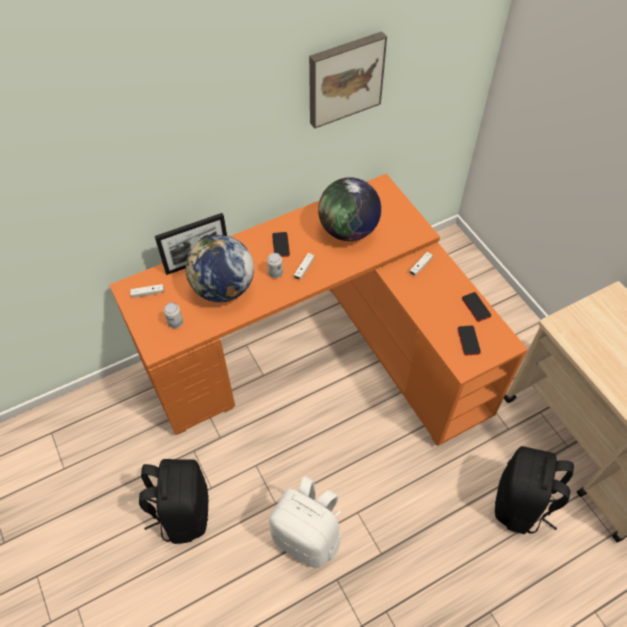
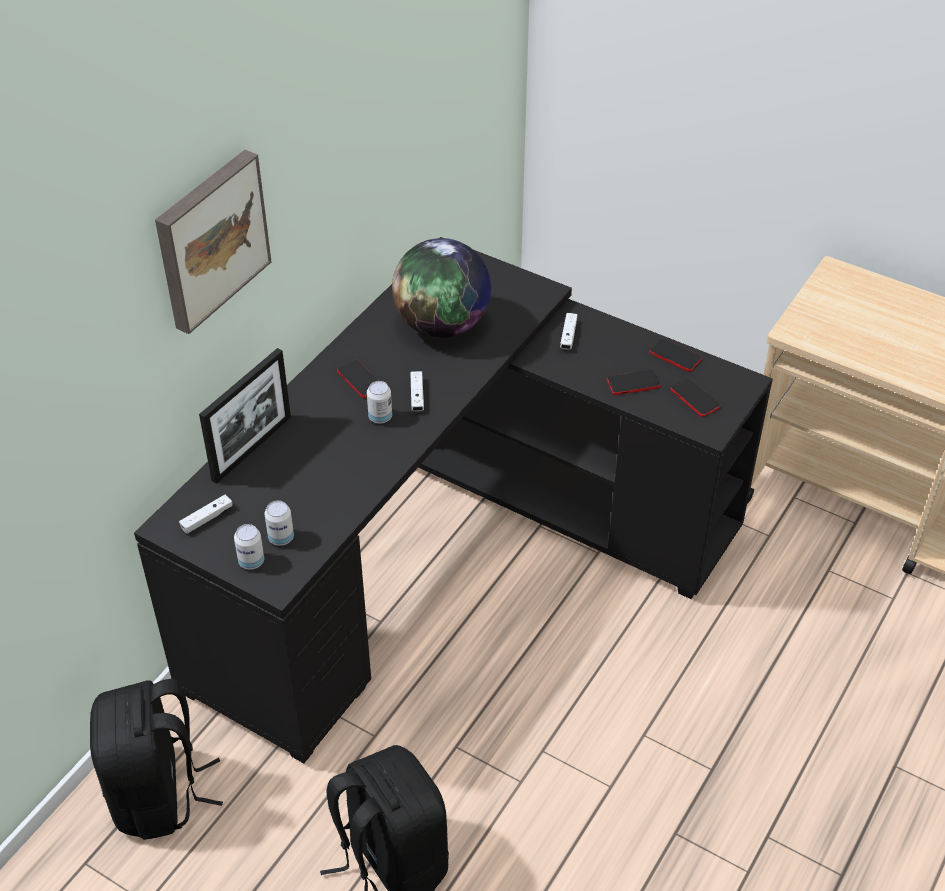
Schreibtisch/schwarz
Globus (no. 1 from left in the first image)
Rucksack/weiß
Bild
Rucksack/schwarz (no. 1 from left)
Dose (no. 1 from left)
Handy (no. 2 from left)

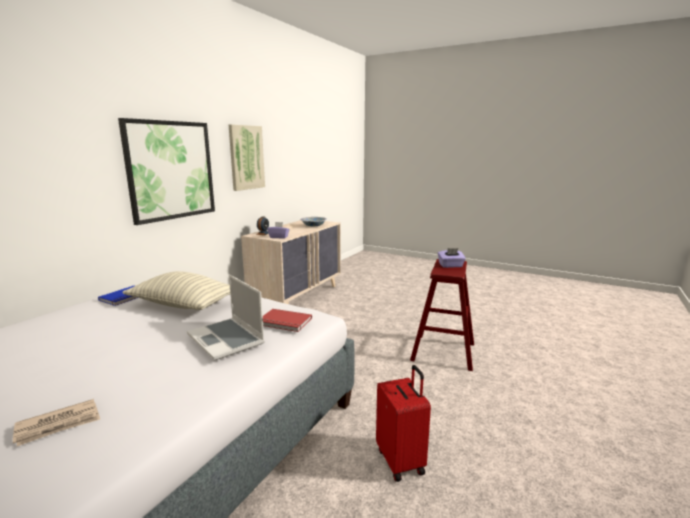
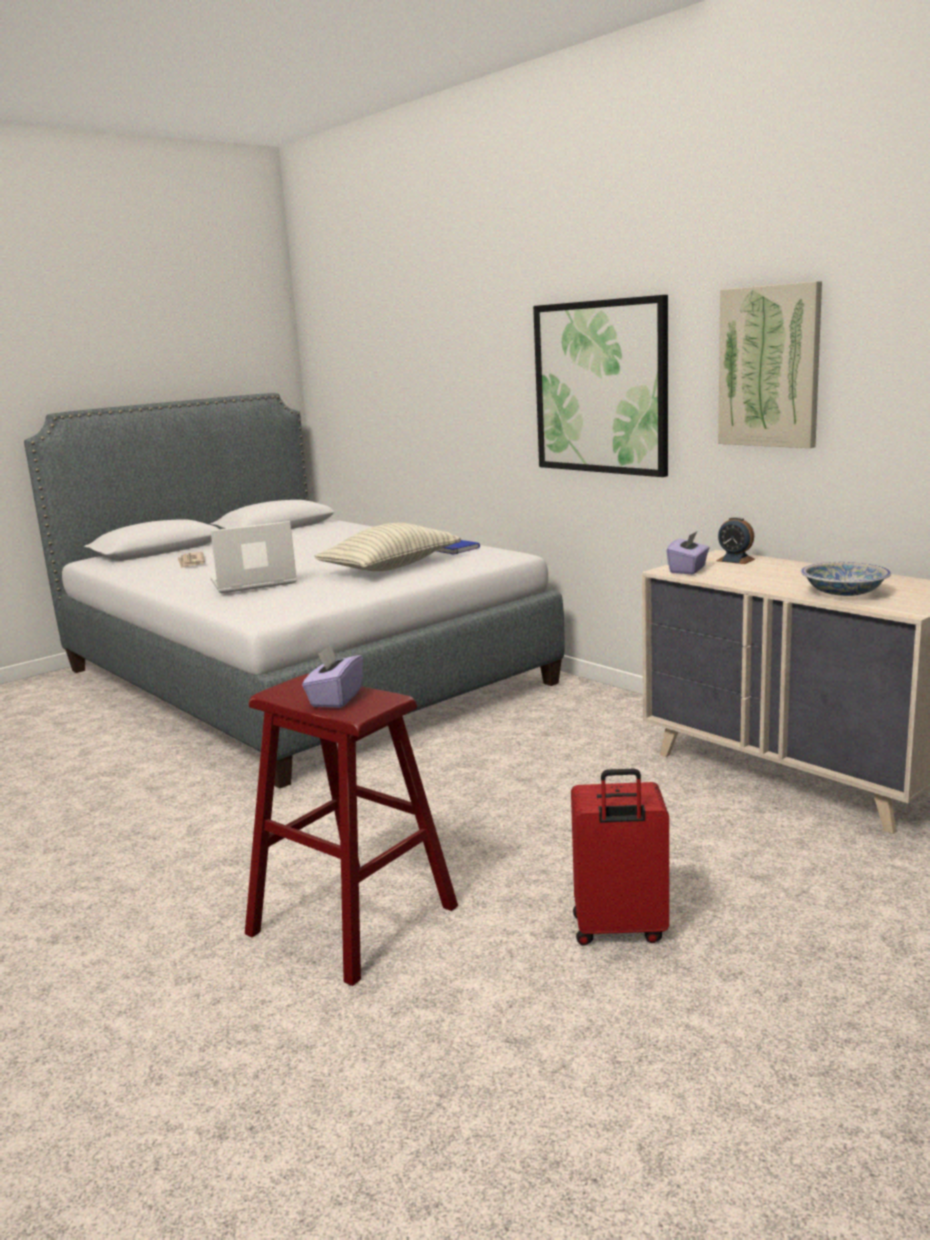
Buch/rot
Koffer/rot

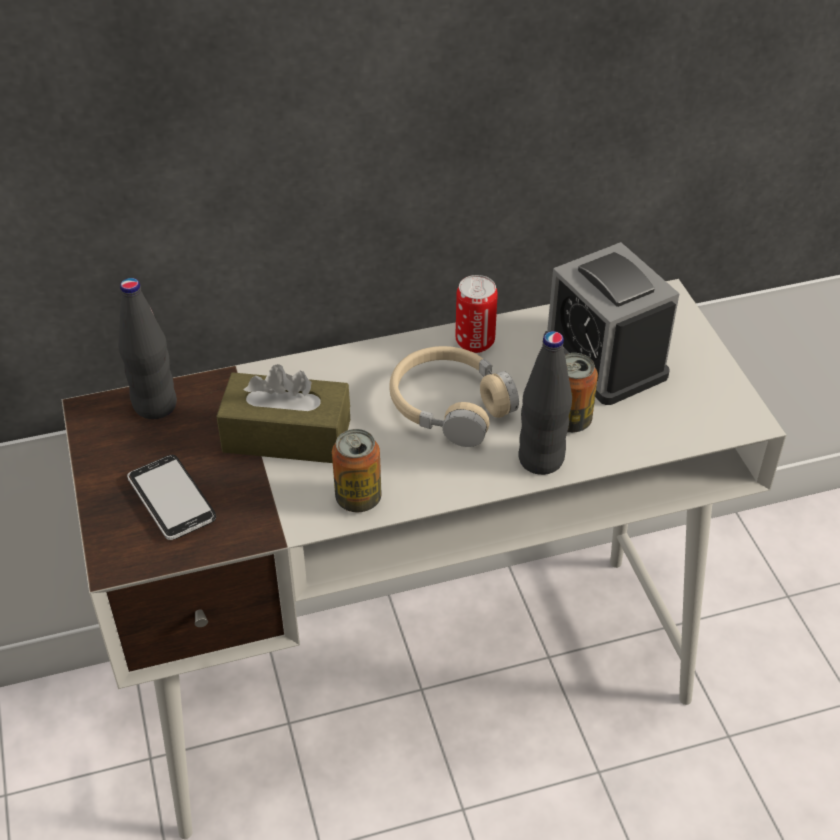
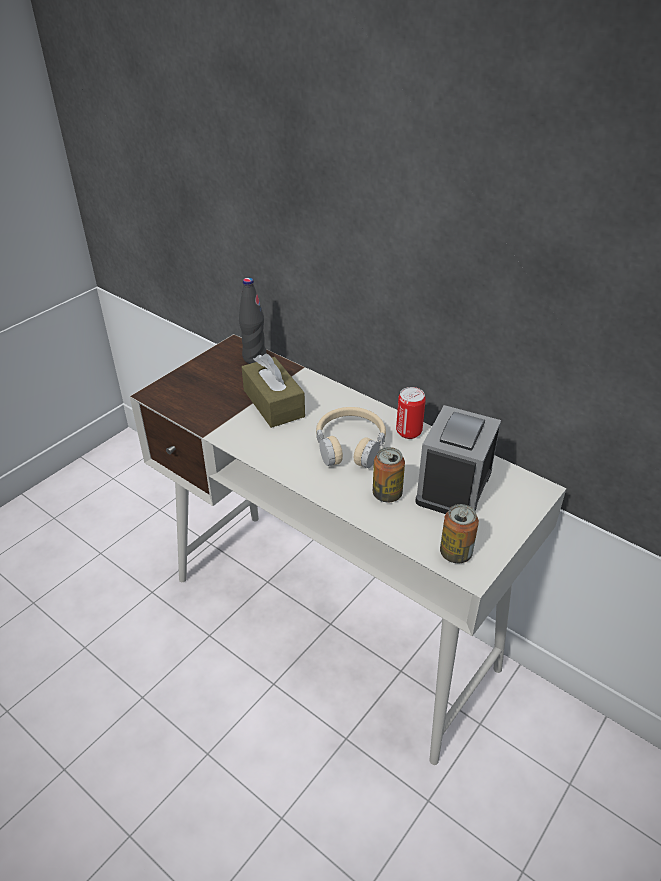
Handy
Dose (no. 3 from left)
Flasche/schwarz (no. 2 from left in the first image)

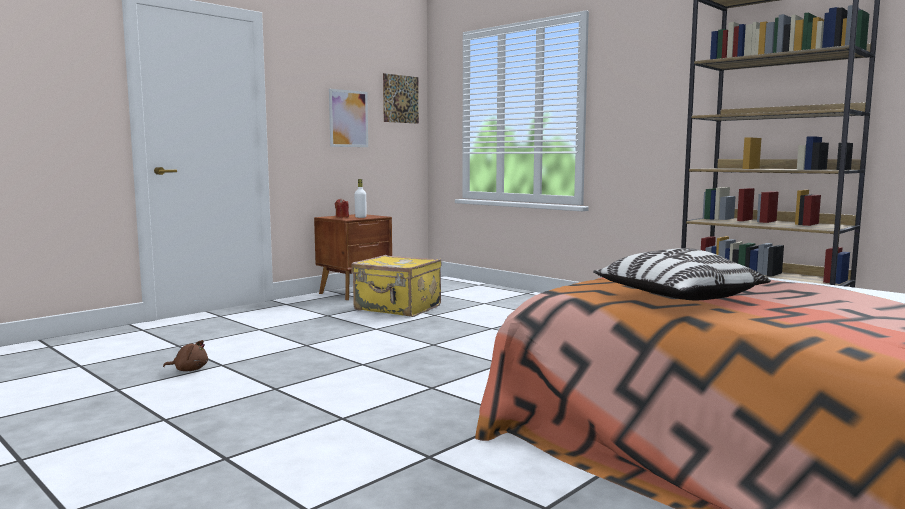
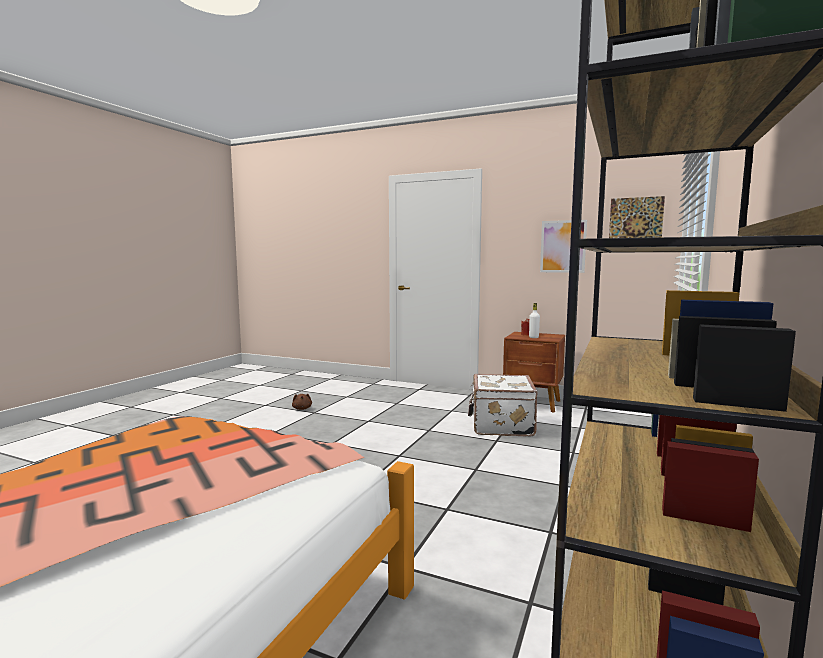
Koffer/weiß
Kissen

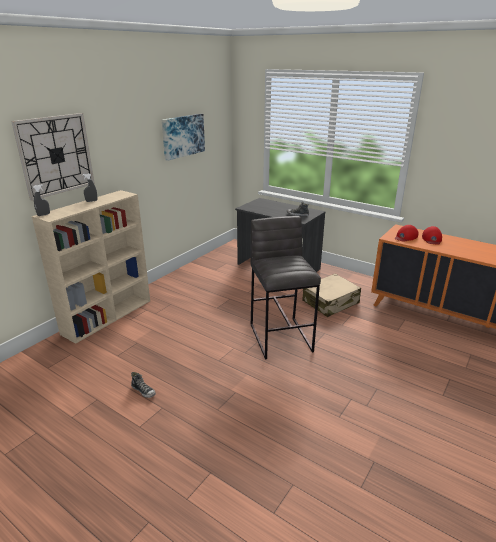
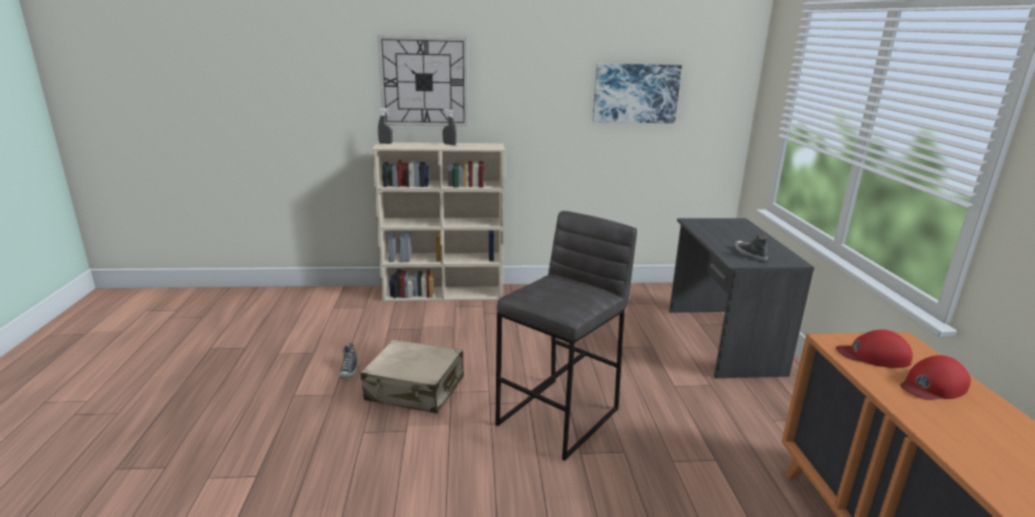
Koffer/beige

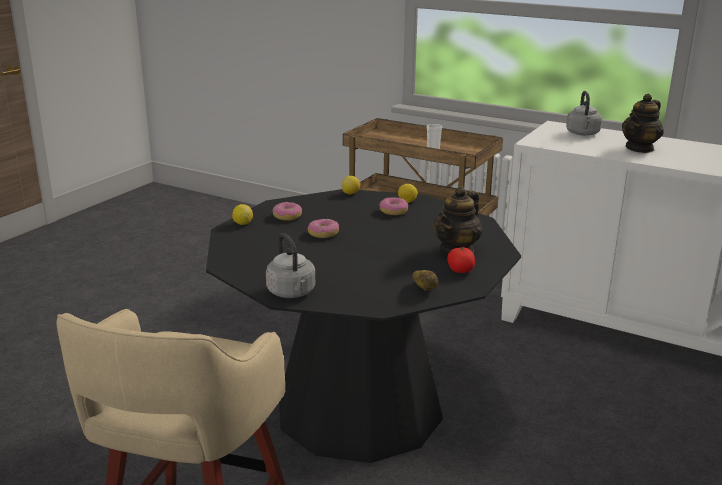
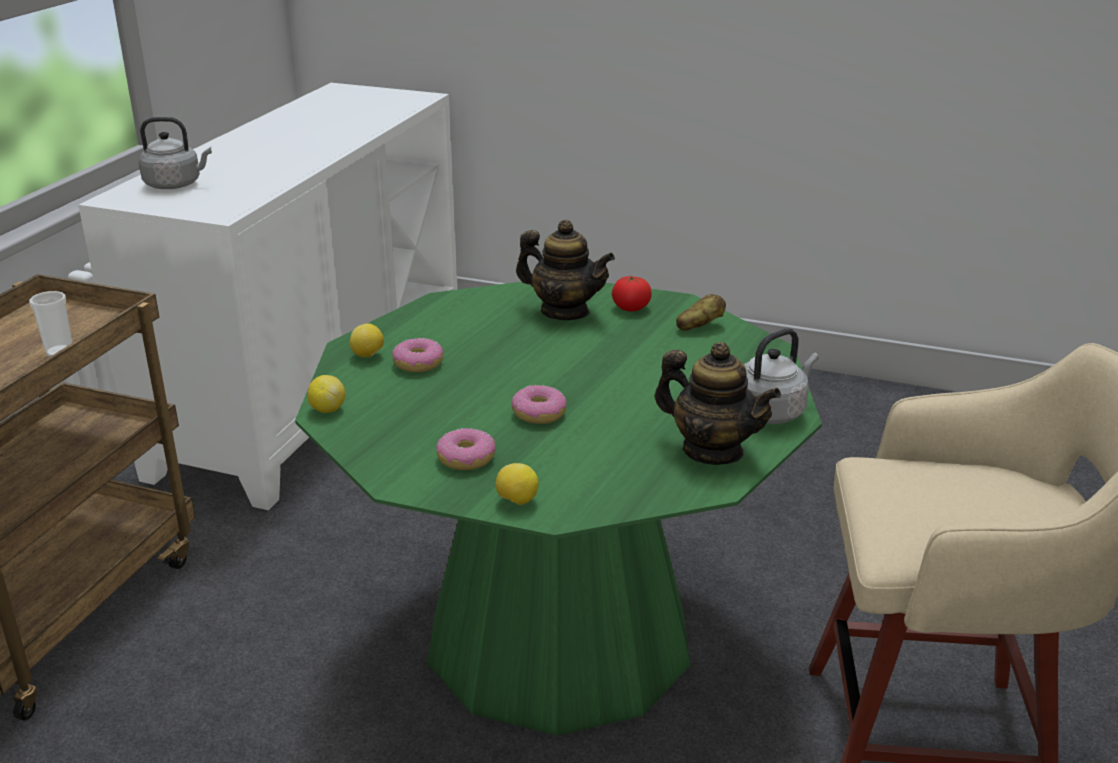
Esstisch/grün
Teekanne (no. 2 from left)

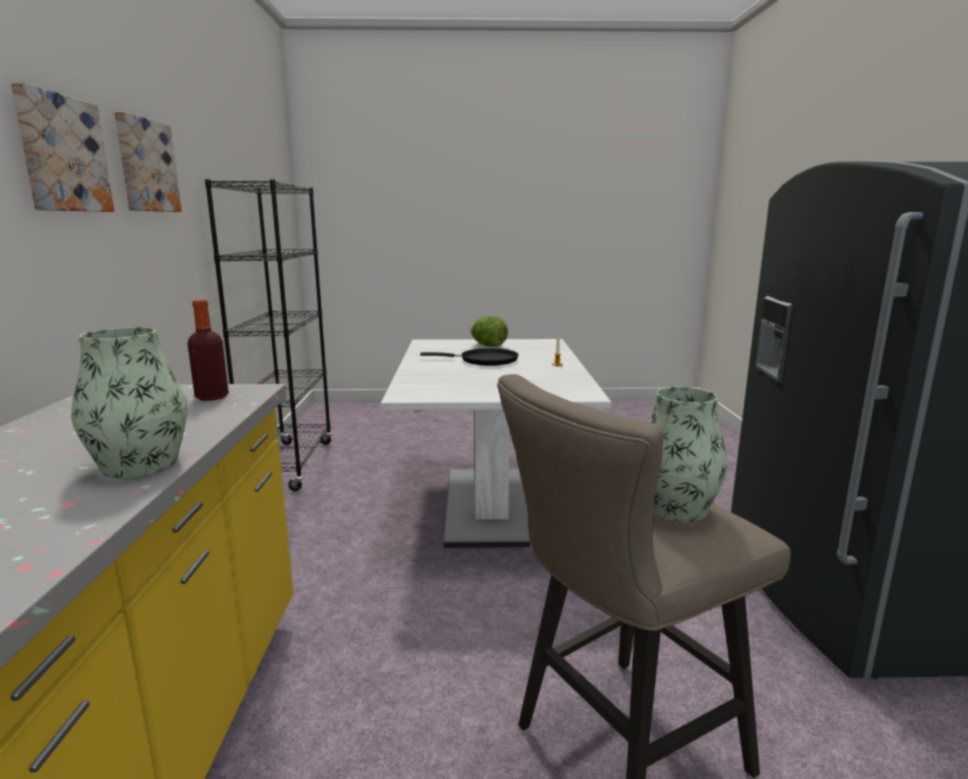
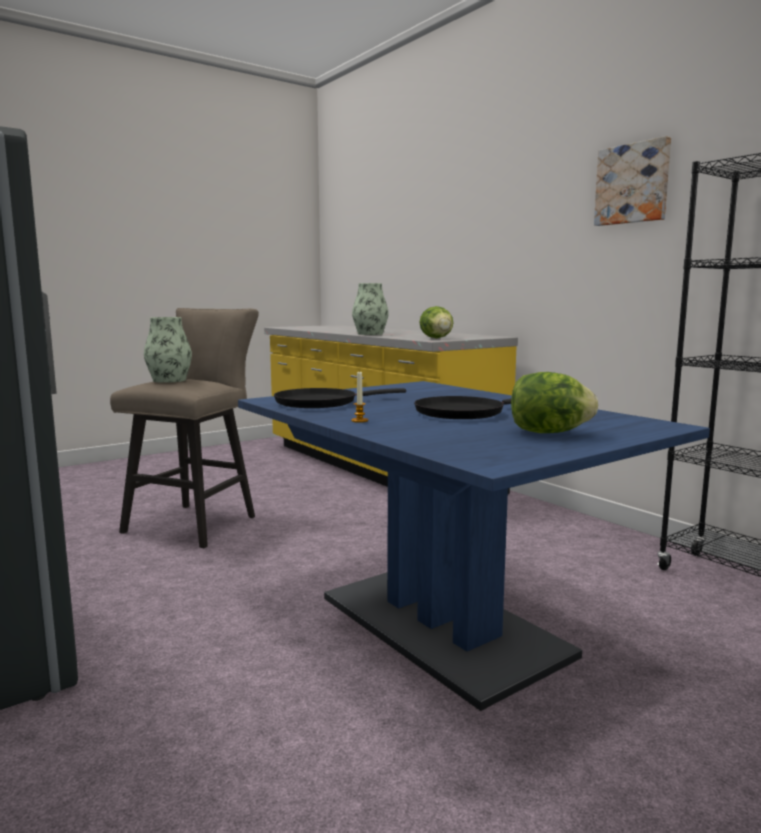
Bild (no. 1 from left in the first image)
Salatkopf (no. 1 from left)
Esstisch/blau
Pfanne/schwarz (no. 1 from left)

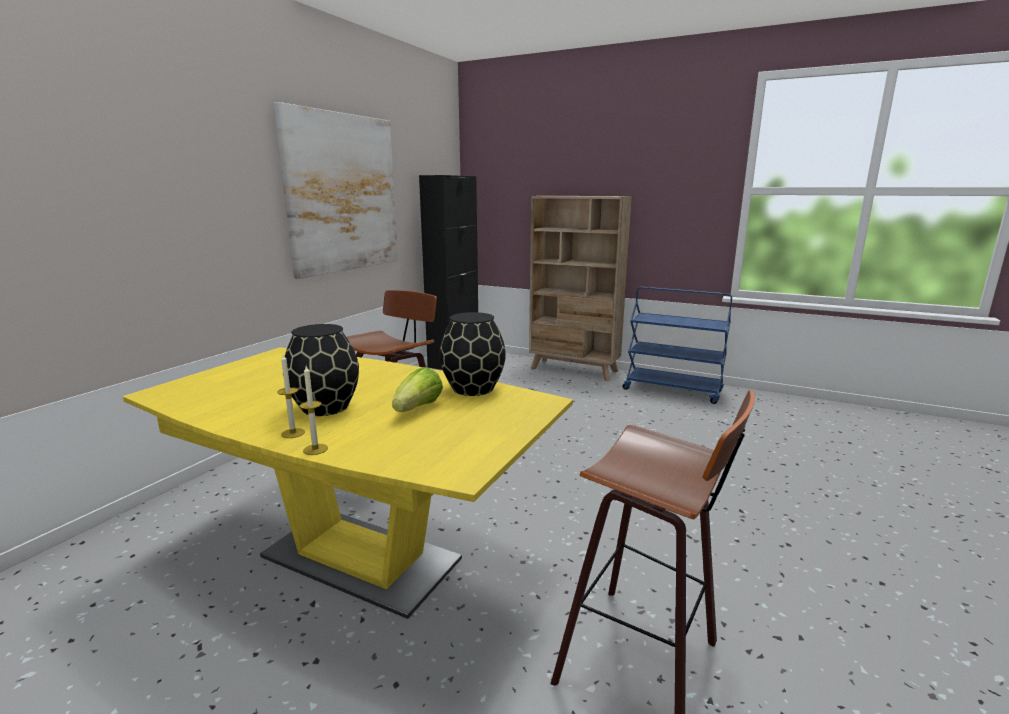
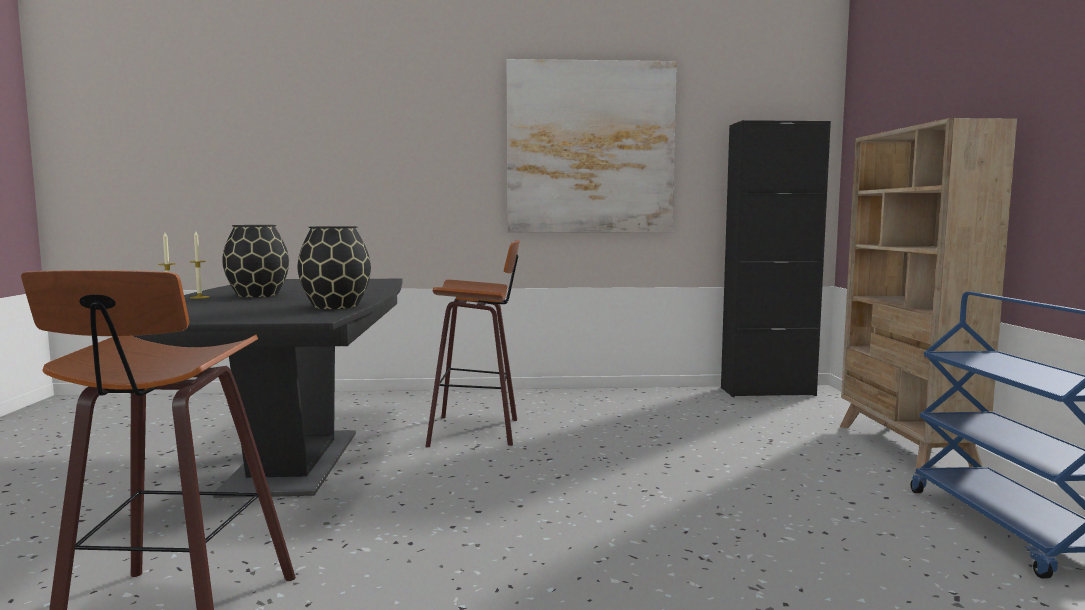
Esstisch/schwarz
Salatkopf

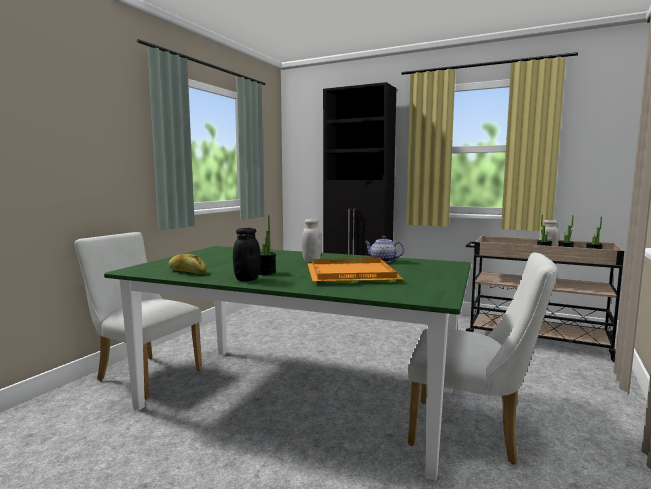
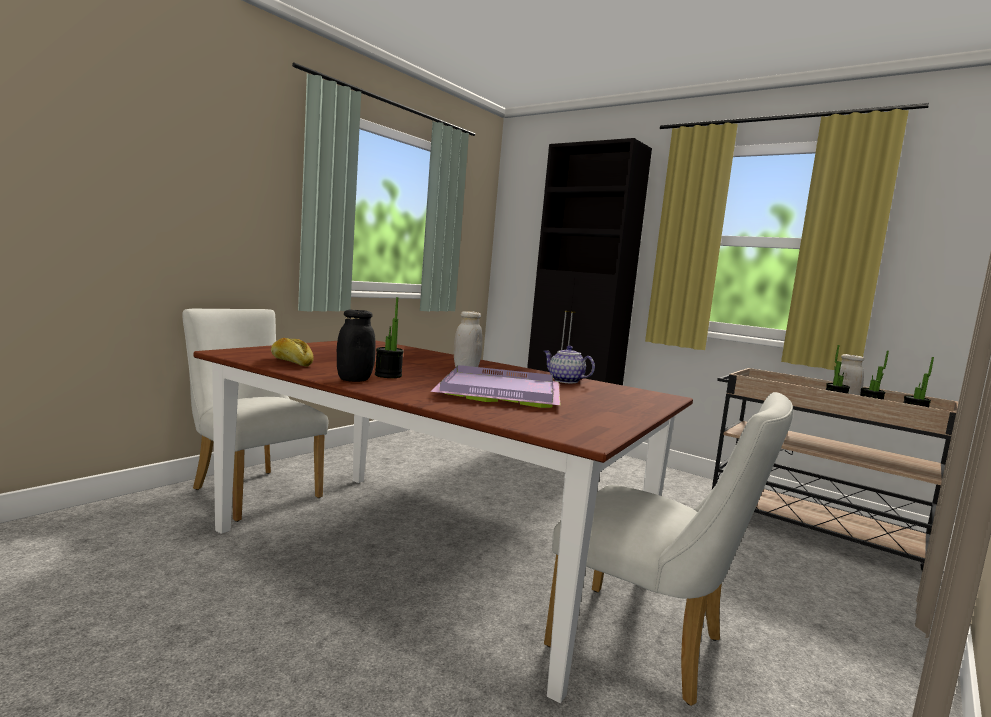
Esstisch/braun
Tablett/lila

